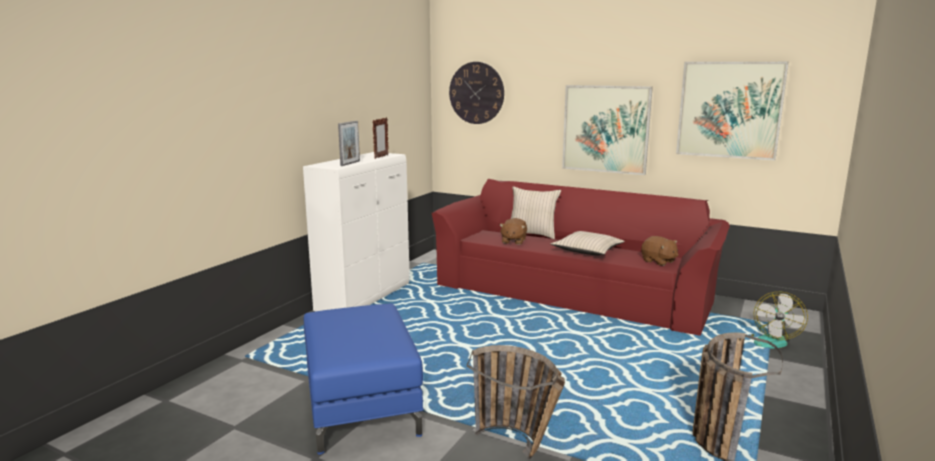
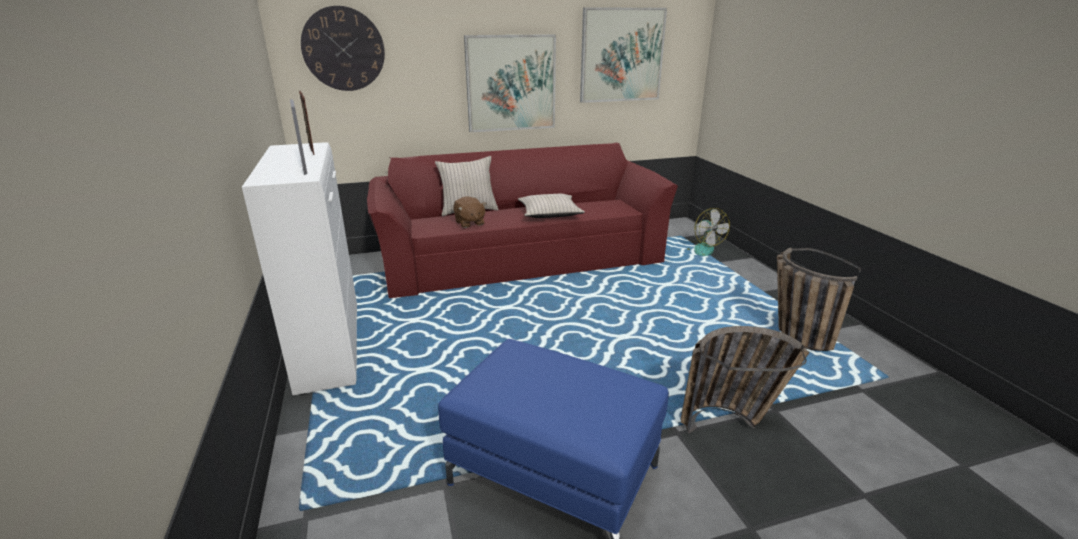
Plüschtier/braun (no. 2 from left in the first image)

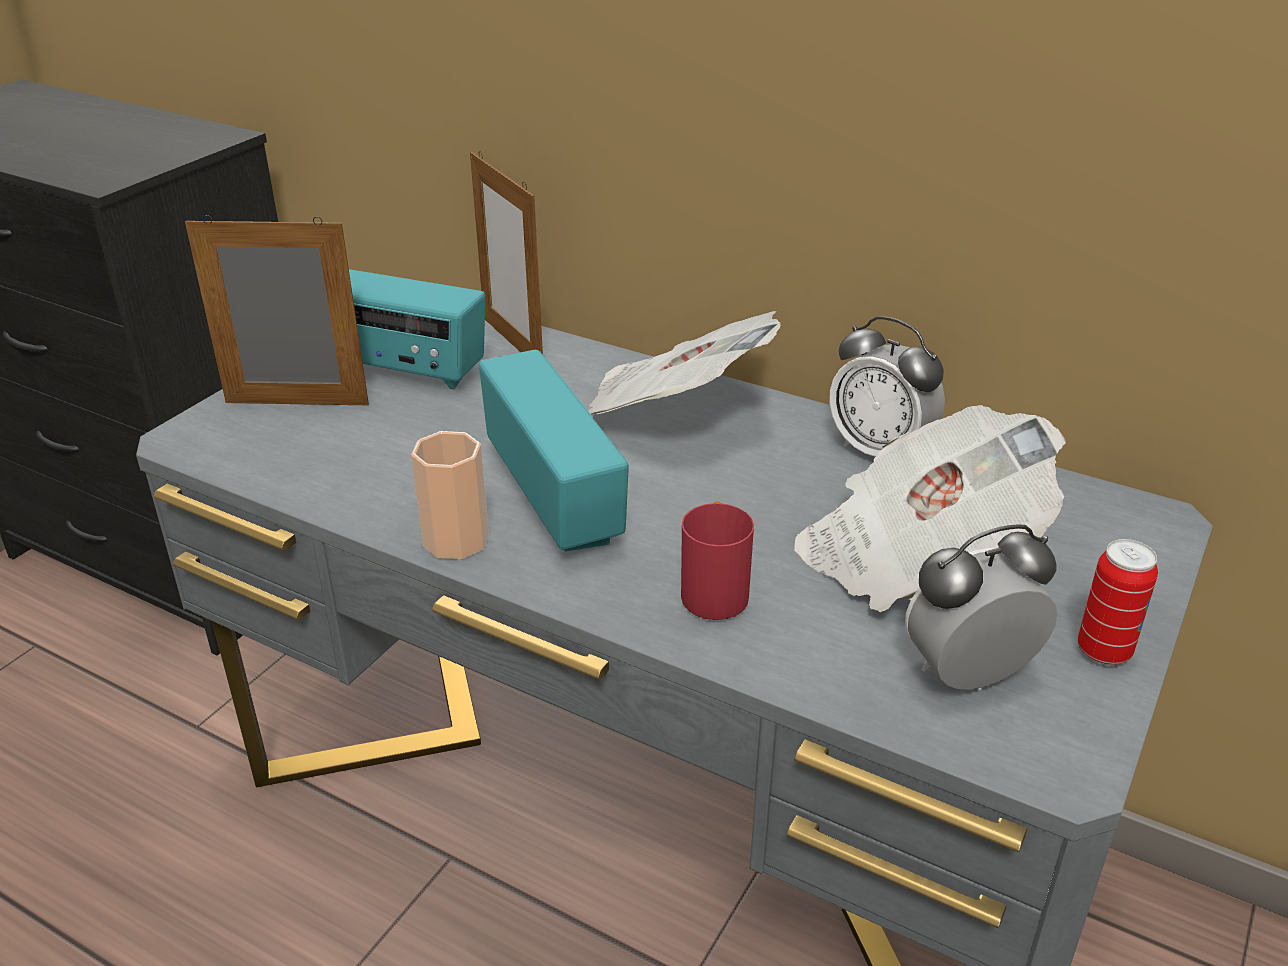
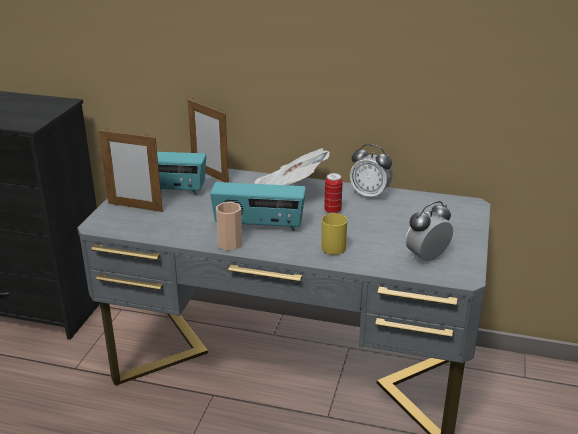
Bilderrahmen (no. 1 from left)
Radio (no. 2 from left)
Henkelbecher/gelb
Zeitung (no. 2 from left in the first image)
Dose

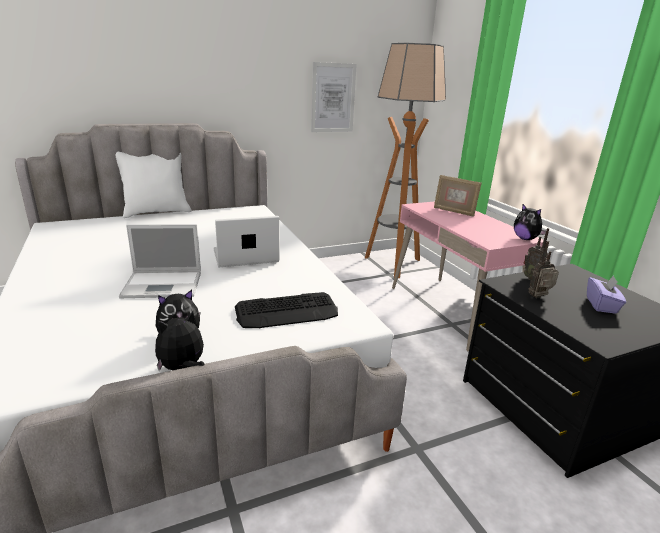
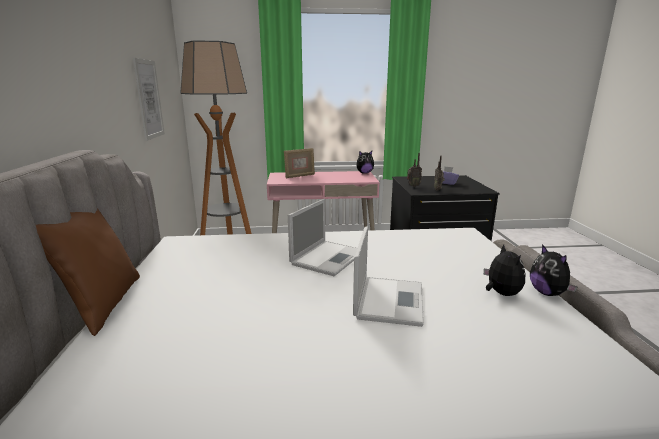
Kissen/braun
Laptop (no. 1 from left)
Tastatur

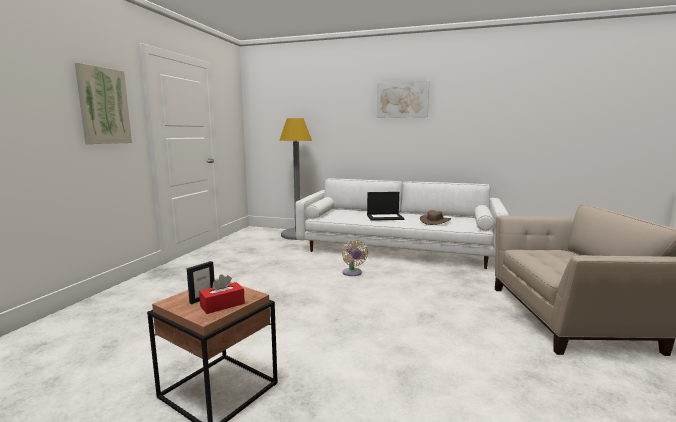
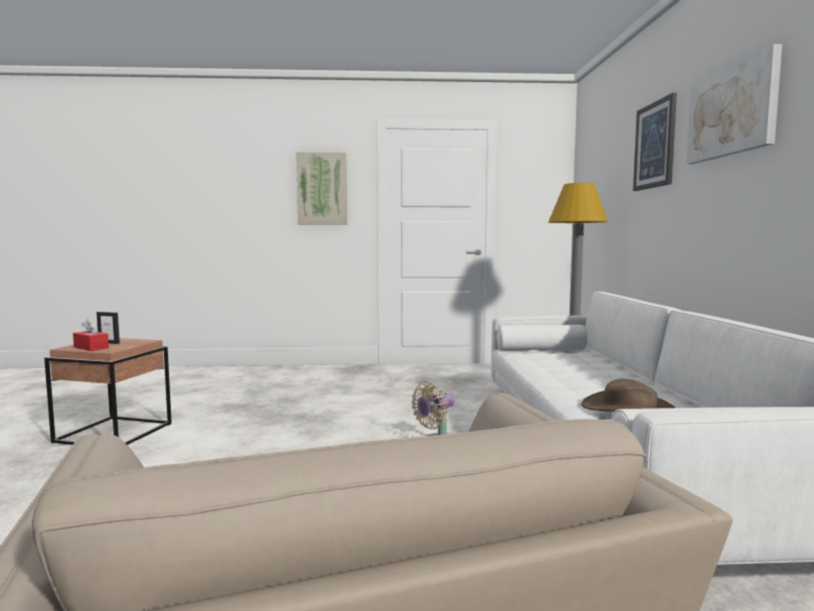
Laptop
Bild (no. 2 from left)

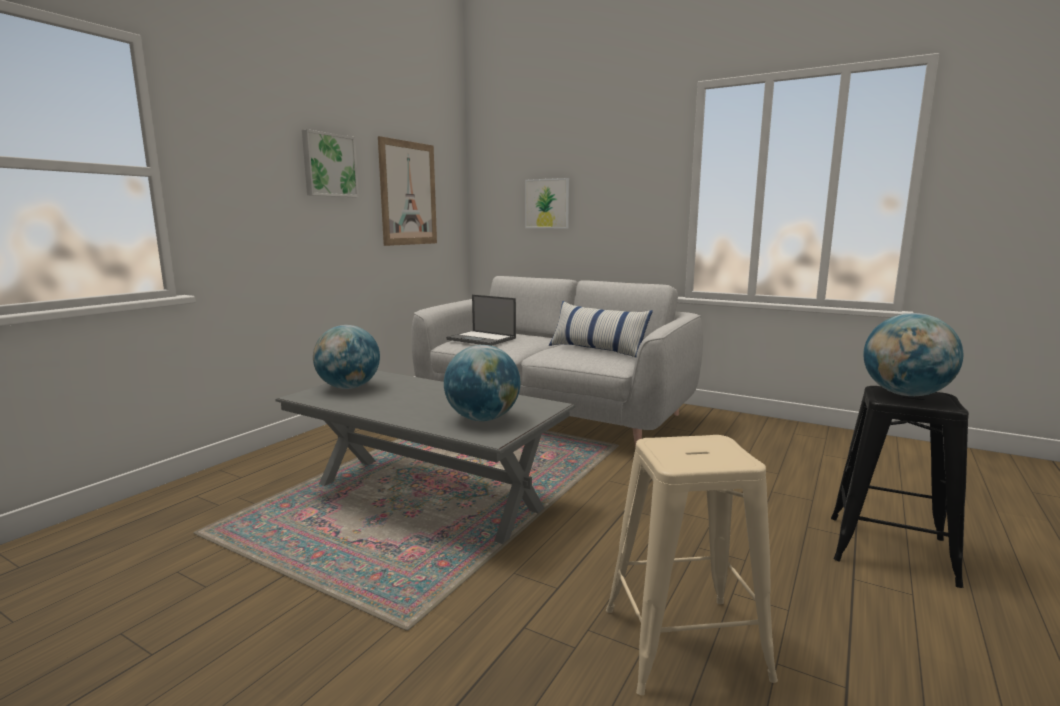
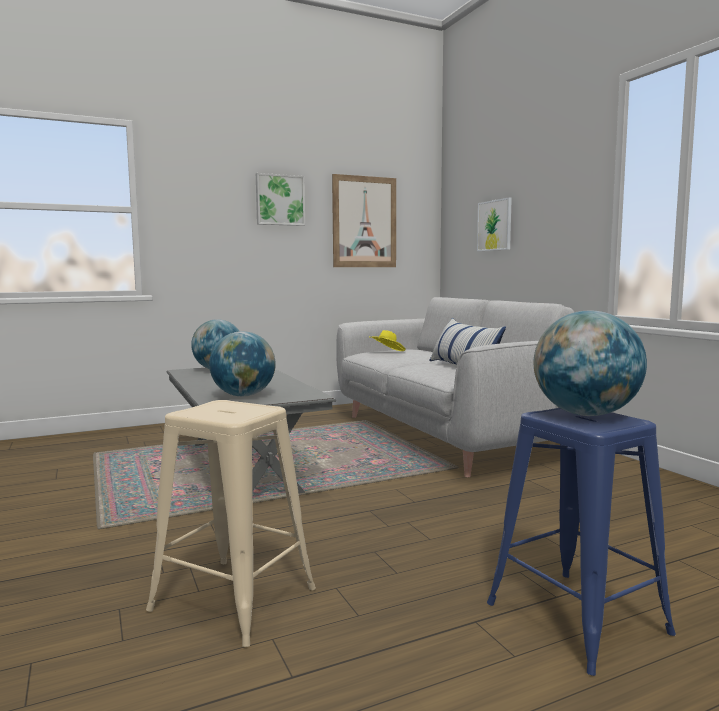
Hut/gelb
Hocker/blau

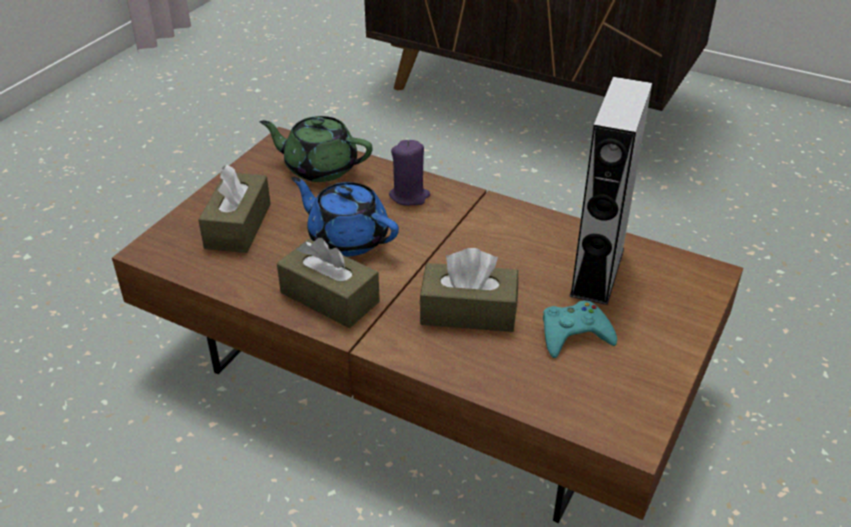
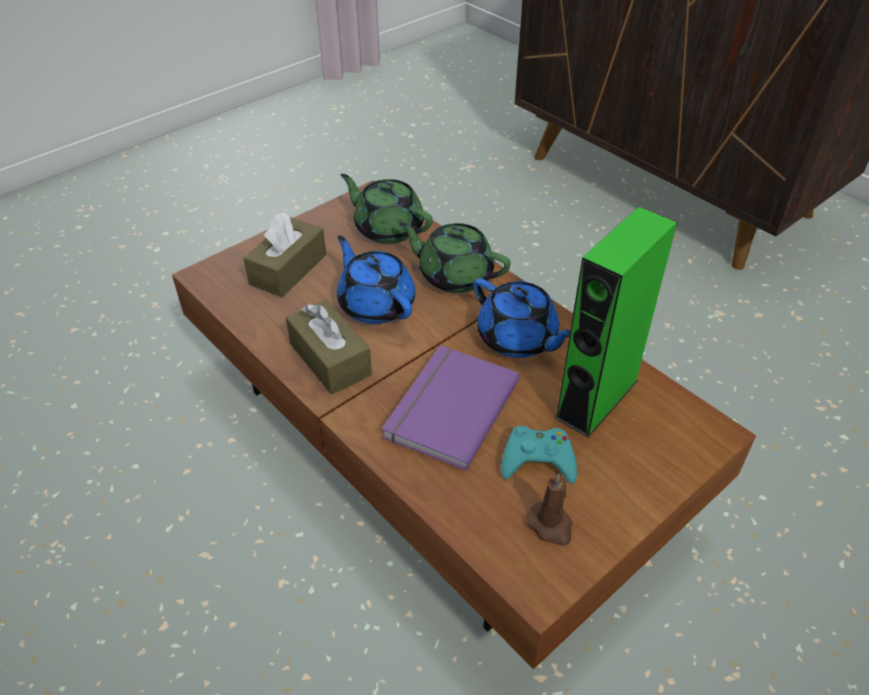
Teekanne/grün (no. 2 from left)
Buch/lila
Lautsprecher/grün
Teekanne/blau (no. 2 from left)
Kerze/braun

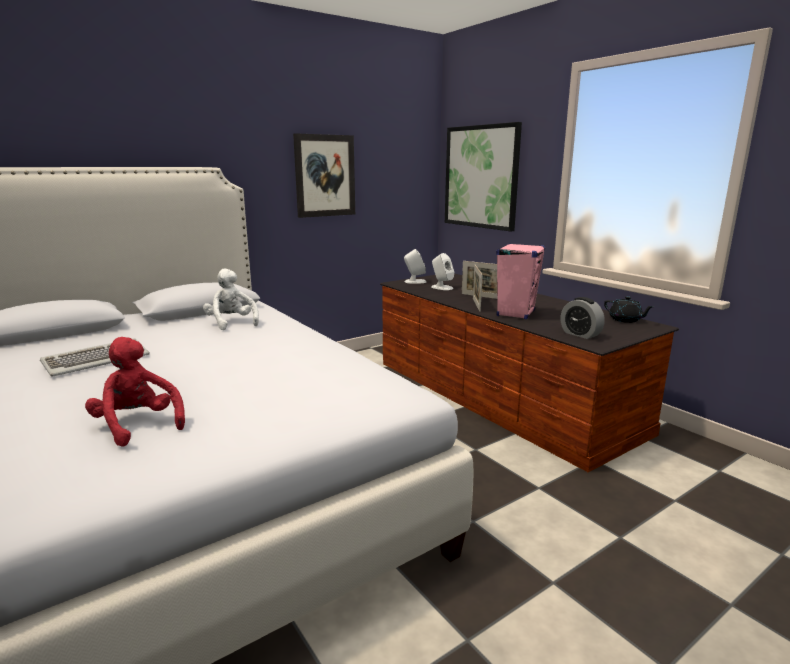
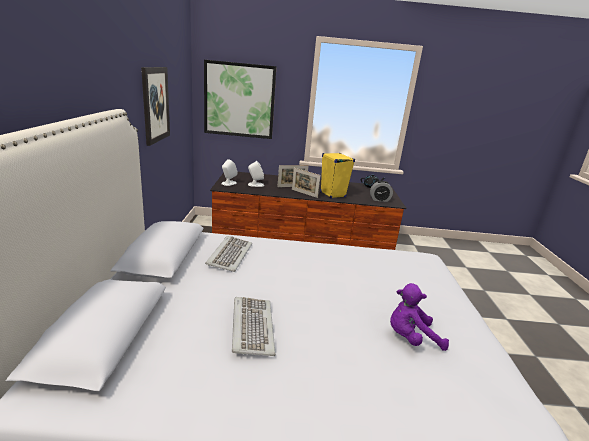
Plüschtier/lila
Tastatur (no. 1 from left)
Lautsprecher/gelb

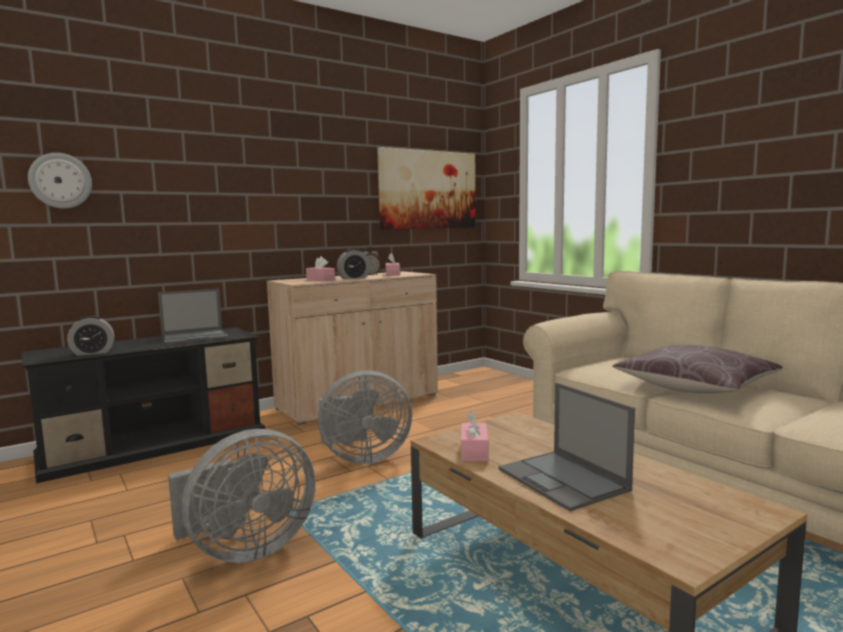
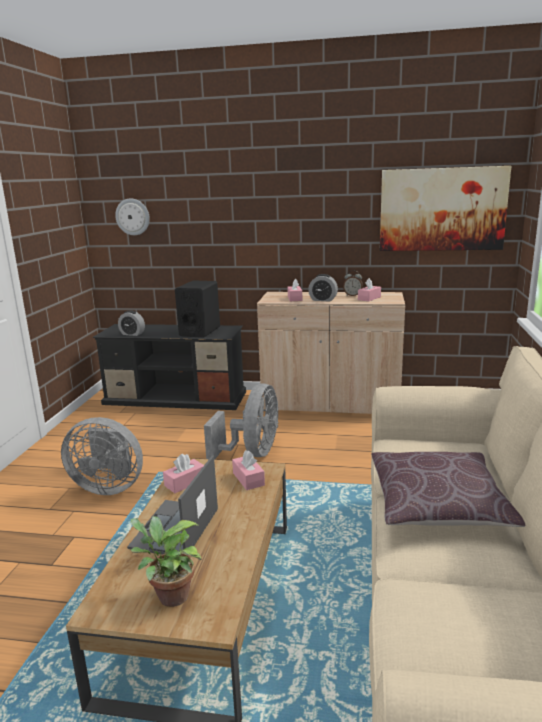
Lautsprecher/schwarz
Ventilator/grau (no. 2 from left)
Topfpflanze
Taschentuchbox/rosa (no. 2 from left)

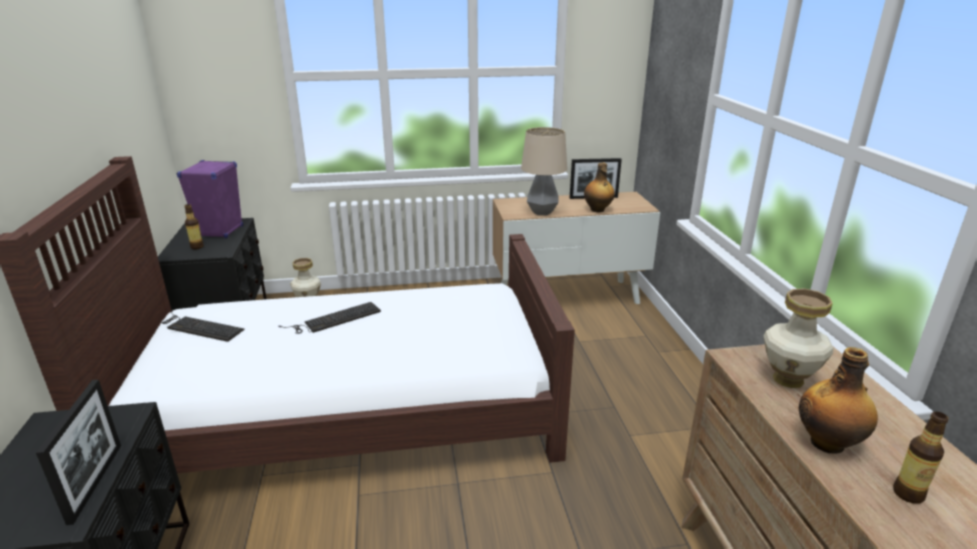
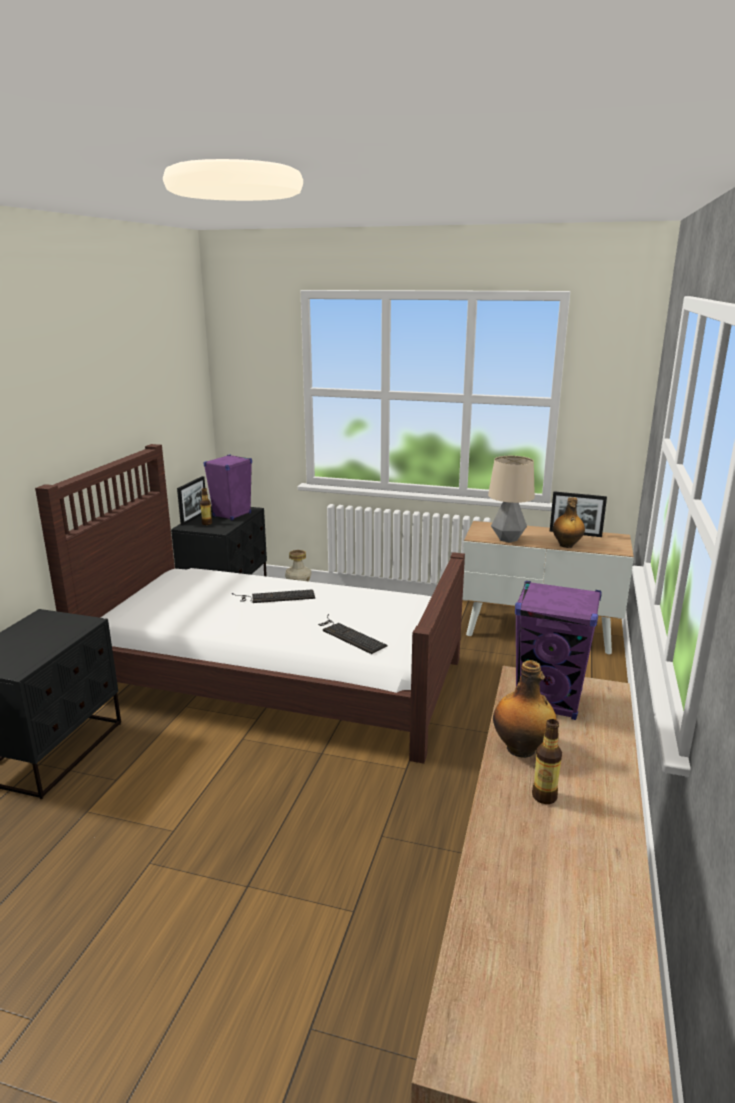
Bilderrahmen (no. 1 from left)
Tastatur (no. 2 from left)
Lautsprecher/lila (no. 2 from left)

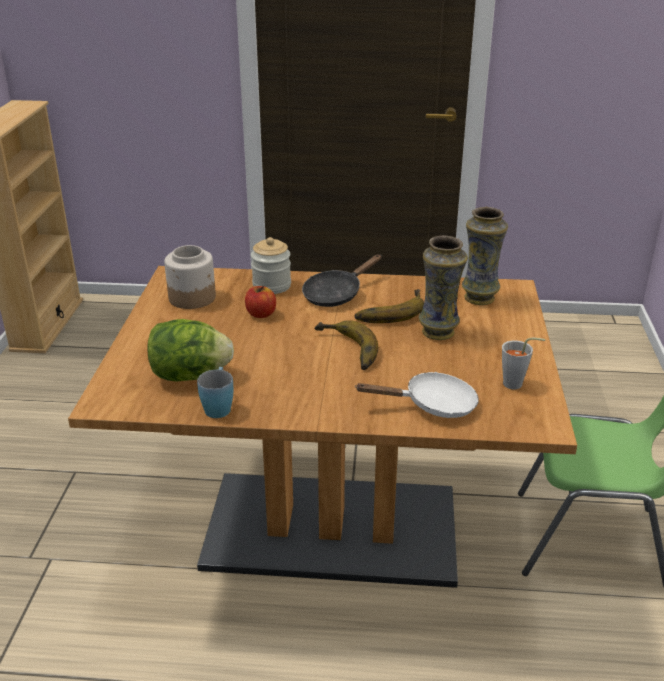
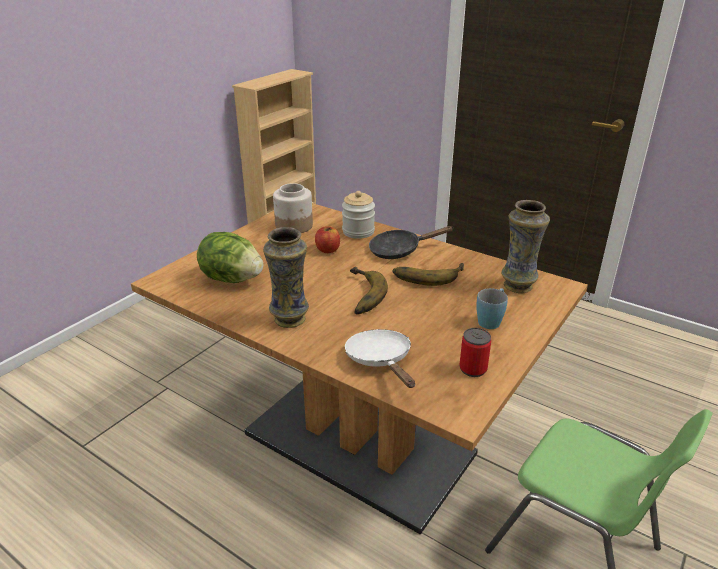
Henkelbecher/blau
Pfanne/weiß
Vase (no. 1 from left)
Dose

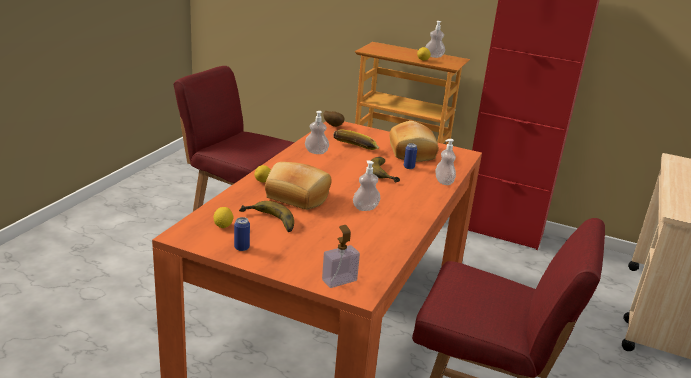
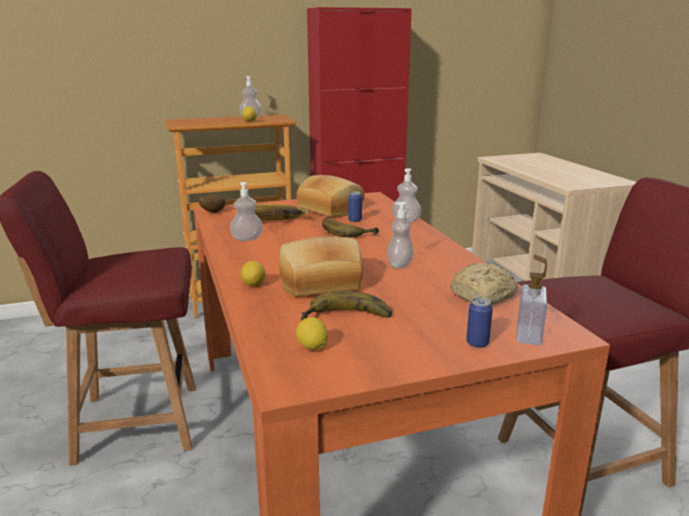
Dose (no. 2 from left)
Brot (no. 3 from left)

